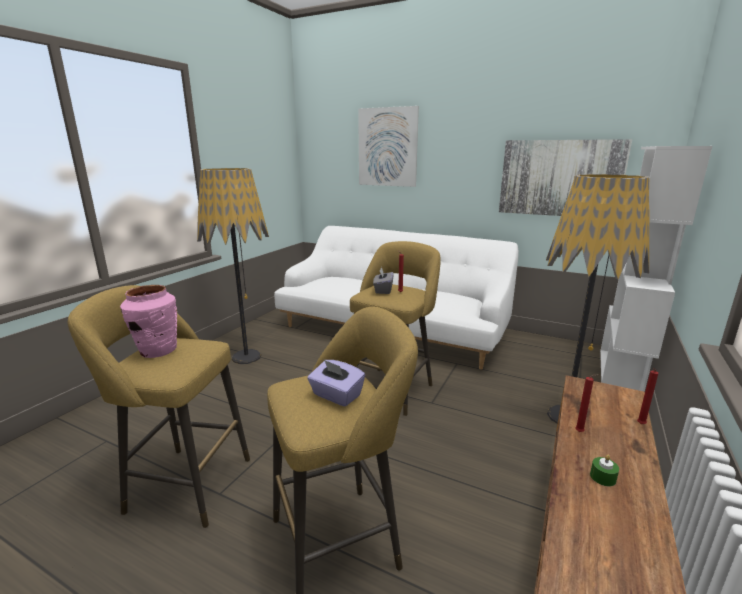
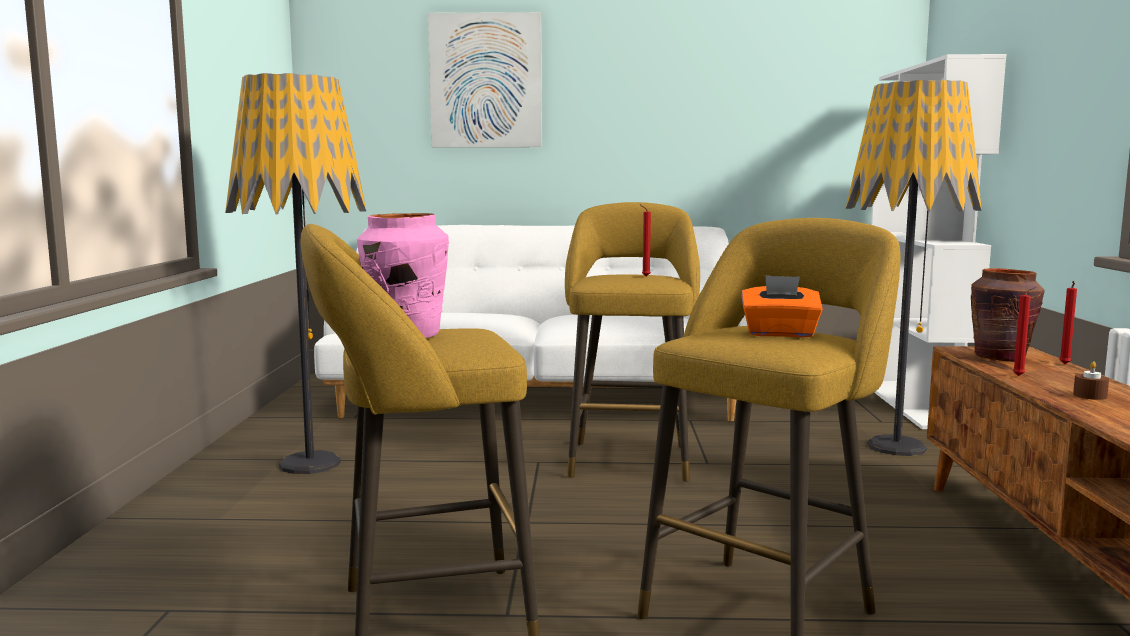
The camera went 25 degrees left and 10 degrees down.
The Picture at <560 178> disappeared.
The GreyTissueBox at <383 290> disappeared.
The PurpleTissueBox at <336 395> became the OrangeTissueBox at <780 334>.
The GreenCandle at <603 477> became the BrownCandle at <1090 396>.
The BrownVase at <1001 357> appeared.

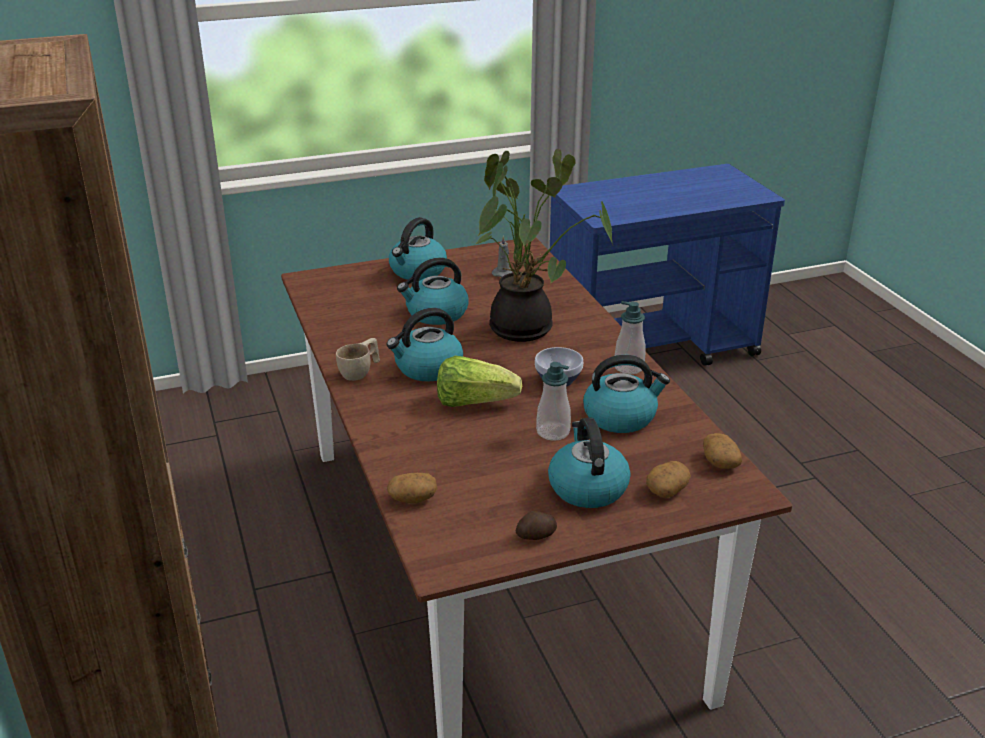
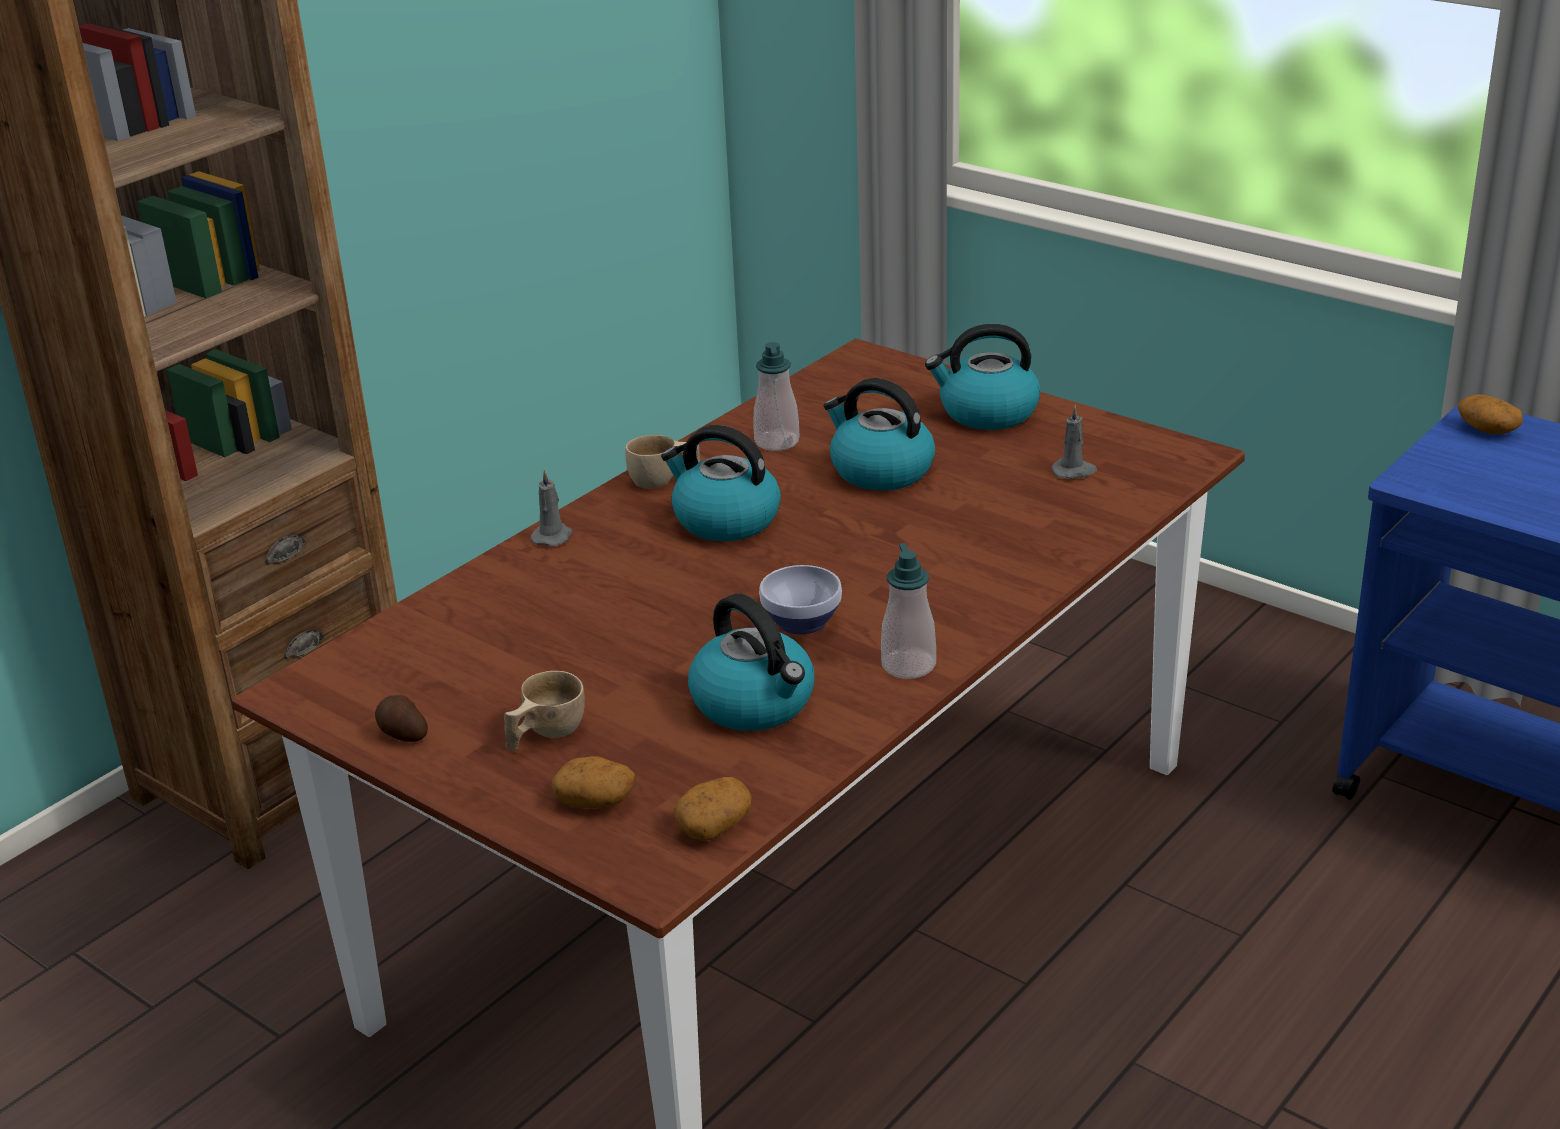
The camera went 60 degrees right and 0 degrees up.
The PottedPlant at <527 328> disappeared.
The Lettuce at <474 402> disappeared.
The SoapDispenser moved from <553 432> to <777 442>.
The Kettle at <587 487> was replaced by the BeigeCup at <544 734>.
The Potato moved from <412 498> to <1486 429>.
The GreyCandle at <553 536> appeared.

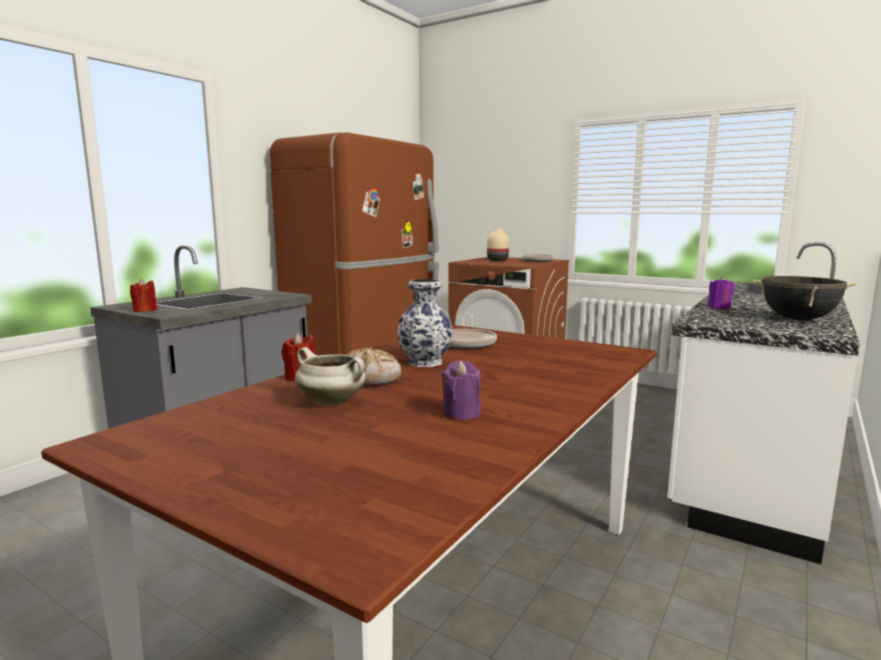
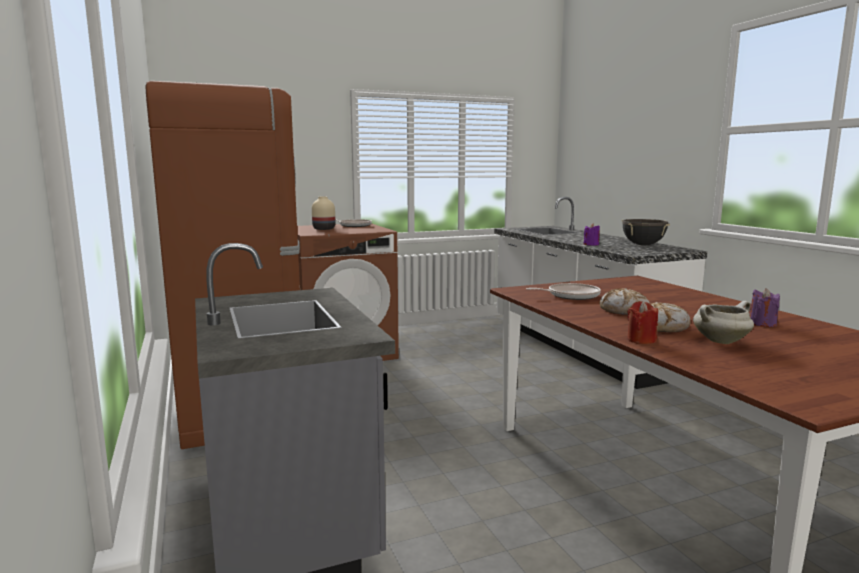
The camera went 55 degrees left and 0 degrees up.
The RedCandle at <145 310> disappeared.
The Vase at <425 362> was replaced by the Bread at <624 311>.

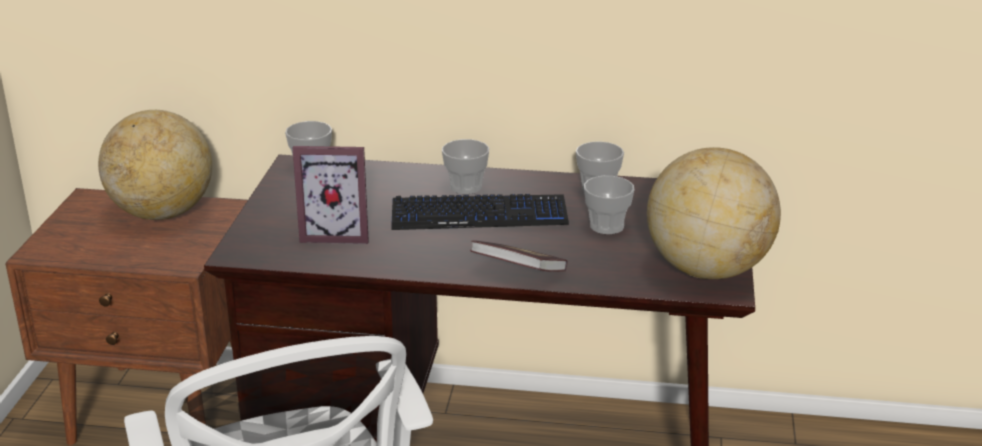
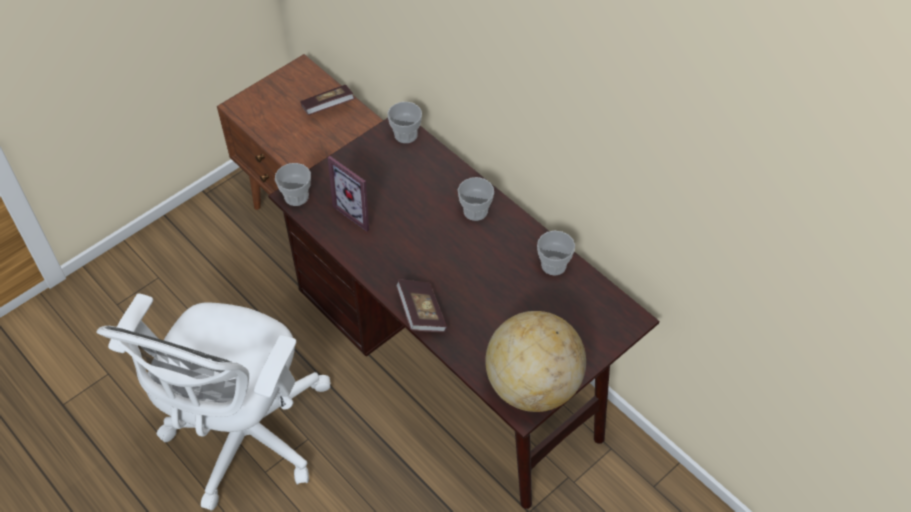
The camera went 40 degrees right and 25 degrees up.
The Globe at <163 213> was replaced by the Book at <328 107>.
The Cup moved from <607 226> to <296 196>.
The Keyboard at <479 215> disappeared.

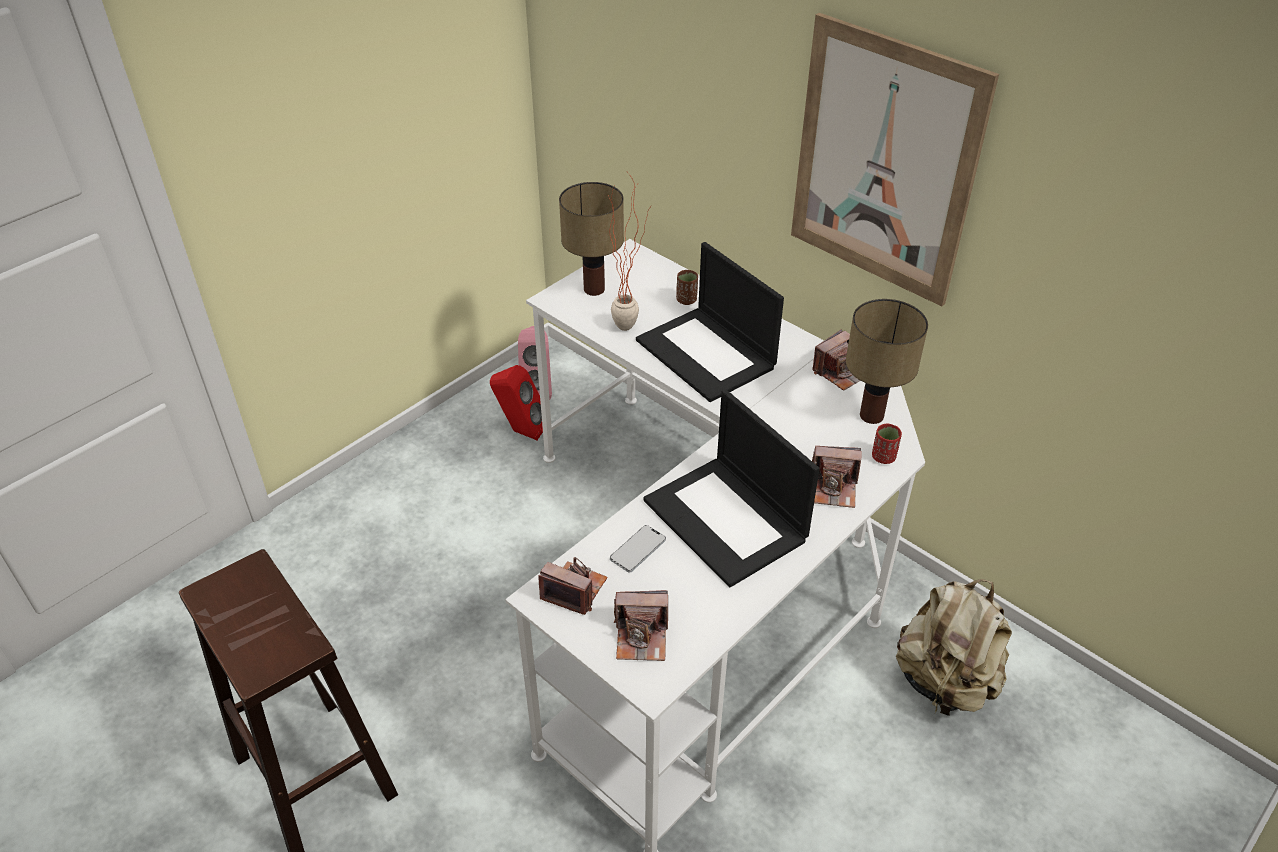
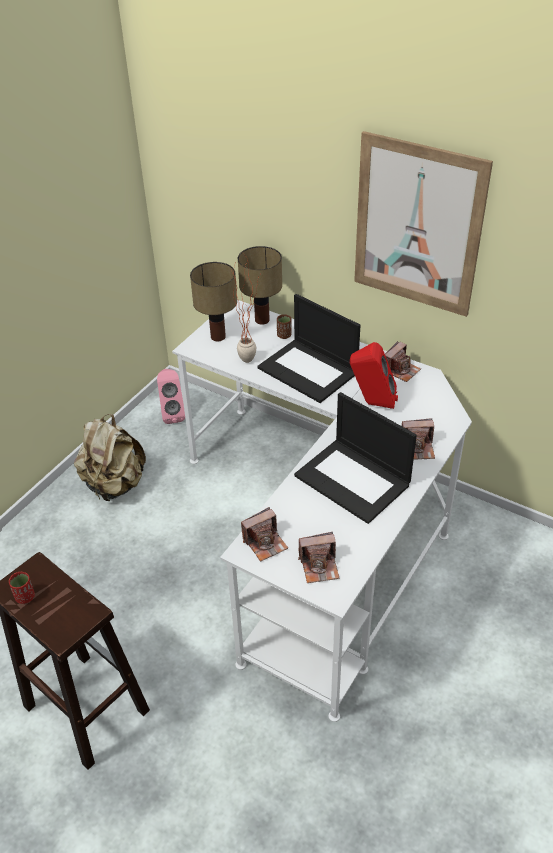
The camera went 10 degrees left and 0 degrees up.
The TableLamp moved from <871 415> to <262 319>.
The RedSpeaker moved from <521 431> to <372 403>.
The RedCup moved from <883 457> to <25 597>.
The Phone at <638 549> disappeared.
The PhotoCamera at <574 590> turned 135 degrees clockwise.
The BeigeBackpack moved from <944 681> to <114 485>.

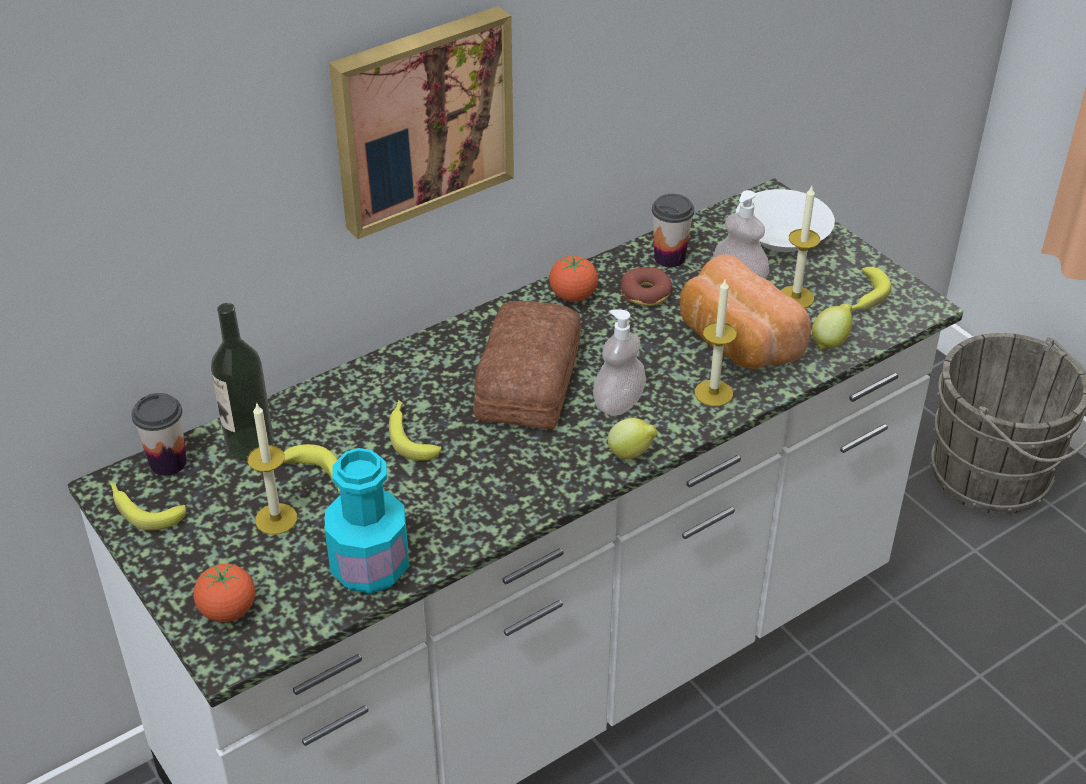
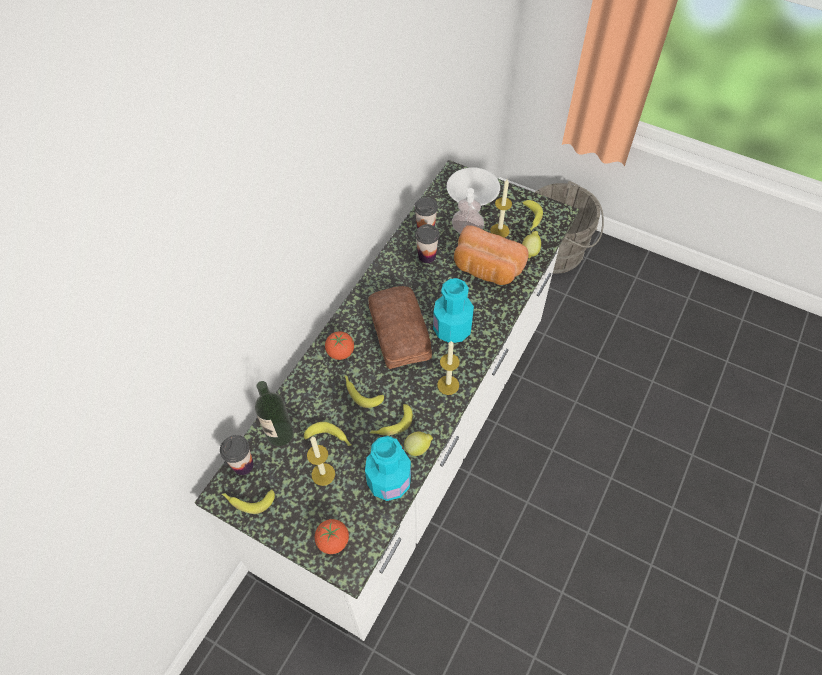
The camera went 25 degrees left and 15 degrees up.
The Picture at <420 118> disappeared.
The Tomato moved from <573 296> to <340 352>.
The Donut at <646 293> was replaced by the Cup at <427 256>.
The Candle moved from <713 393> to <448 385>.
The SoapDispenser at <618 403> was replaced by the TurquoiseBottle at <452 329>.
The Lemon moved from <631 454> to <418 448>.
The Banana at <391 425> appeared.

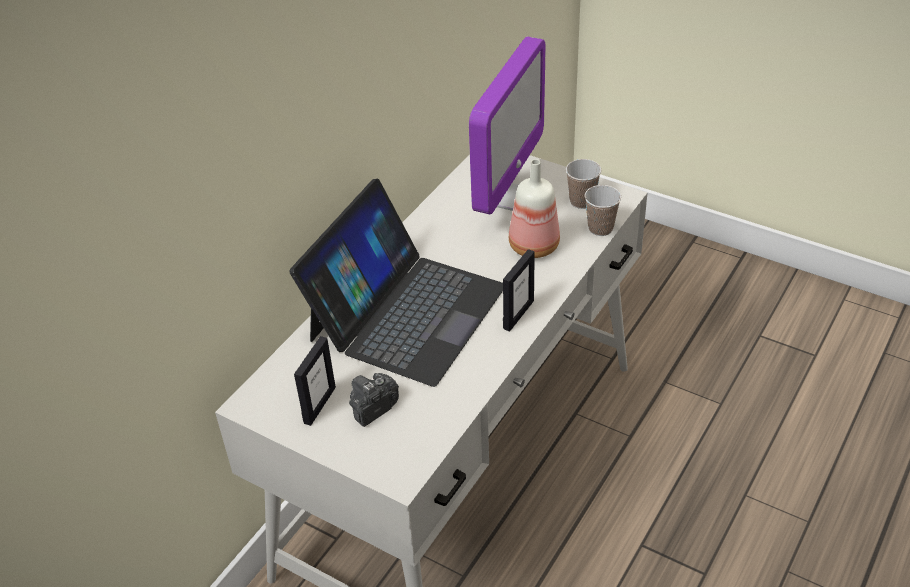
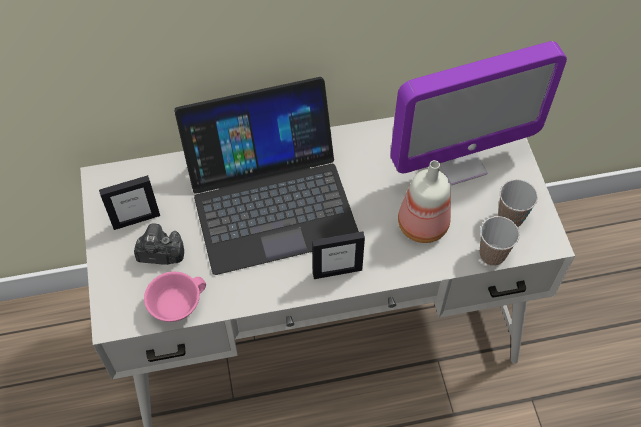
The camera went 45 degrees right and 15 degrees up.
The PinkCup at <175 303> appeared.

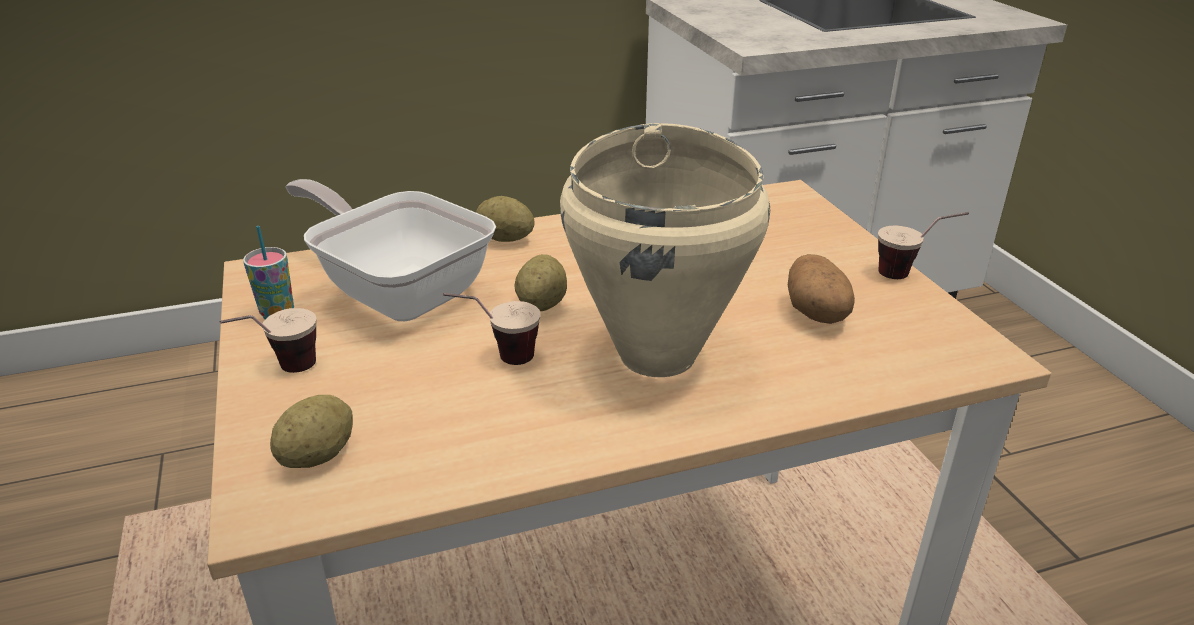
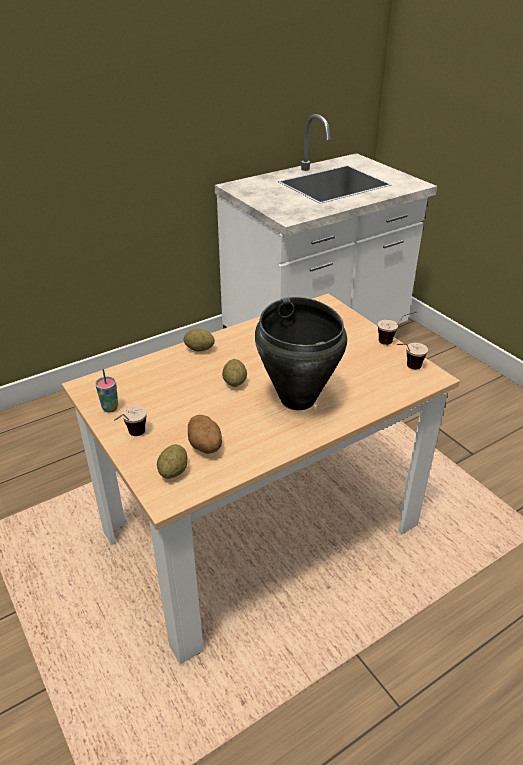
The camera went 15 degrees left and 5 degrees up.
The BeigeCookingPot at <659 354> became the BlackCookingPot at <298 399>.
The FryingPan at <397 290> disappeared.
The Potato moved from <817 314> to <205 446>.
The Cup moved from <496 359> to <407 368>.

